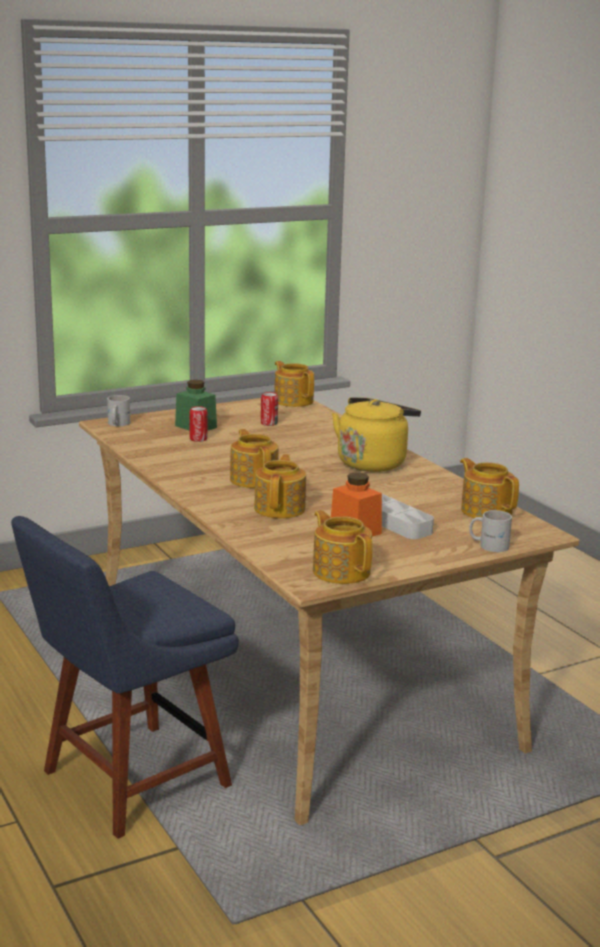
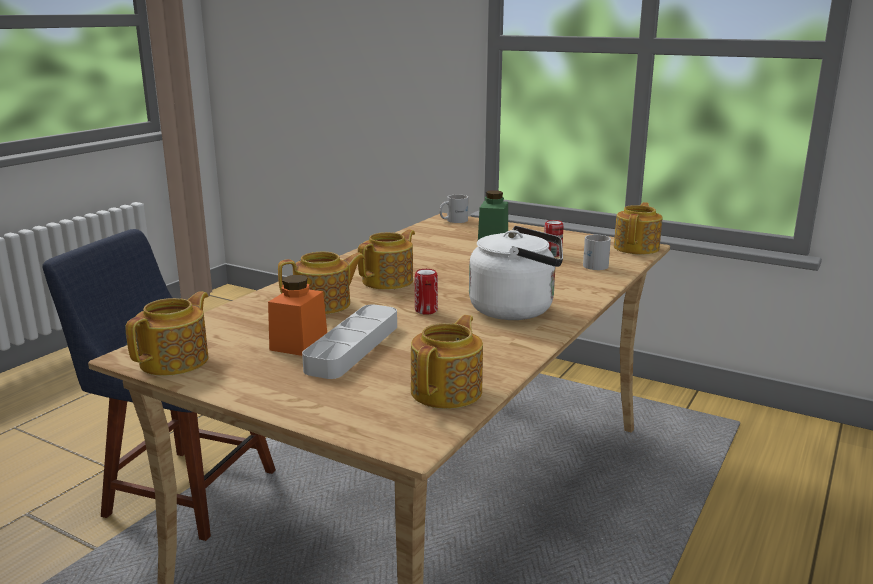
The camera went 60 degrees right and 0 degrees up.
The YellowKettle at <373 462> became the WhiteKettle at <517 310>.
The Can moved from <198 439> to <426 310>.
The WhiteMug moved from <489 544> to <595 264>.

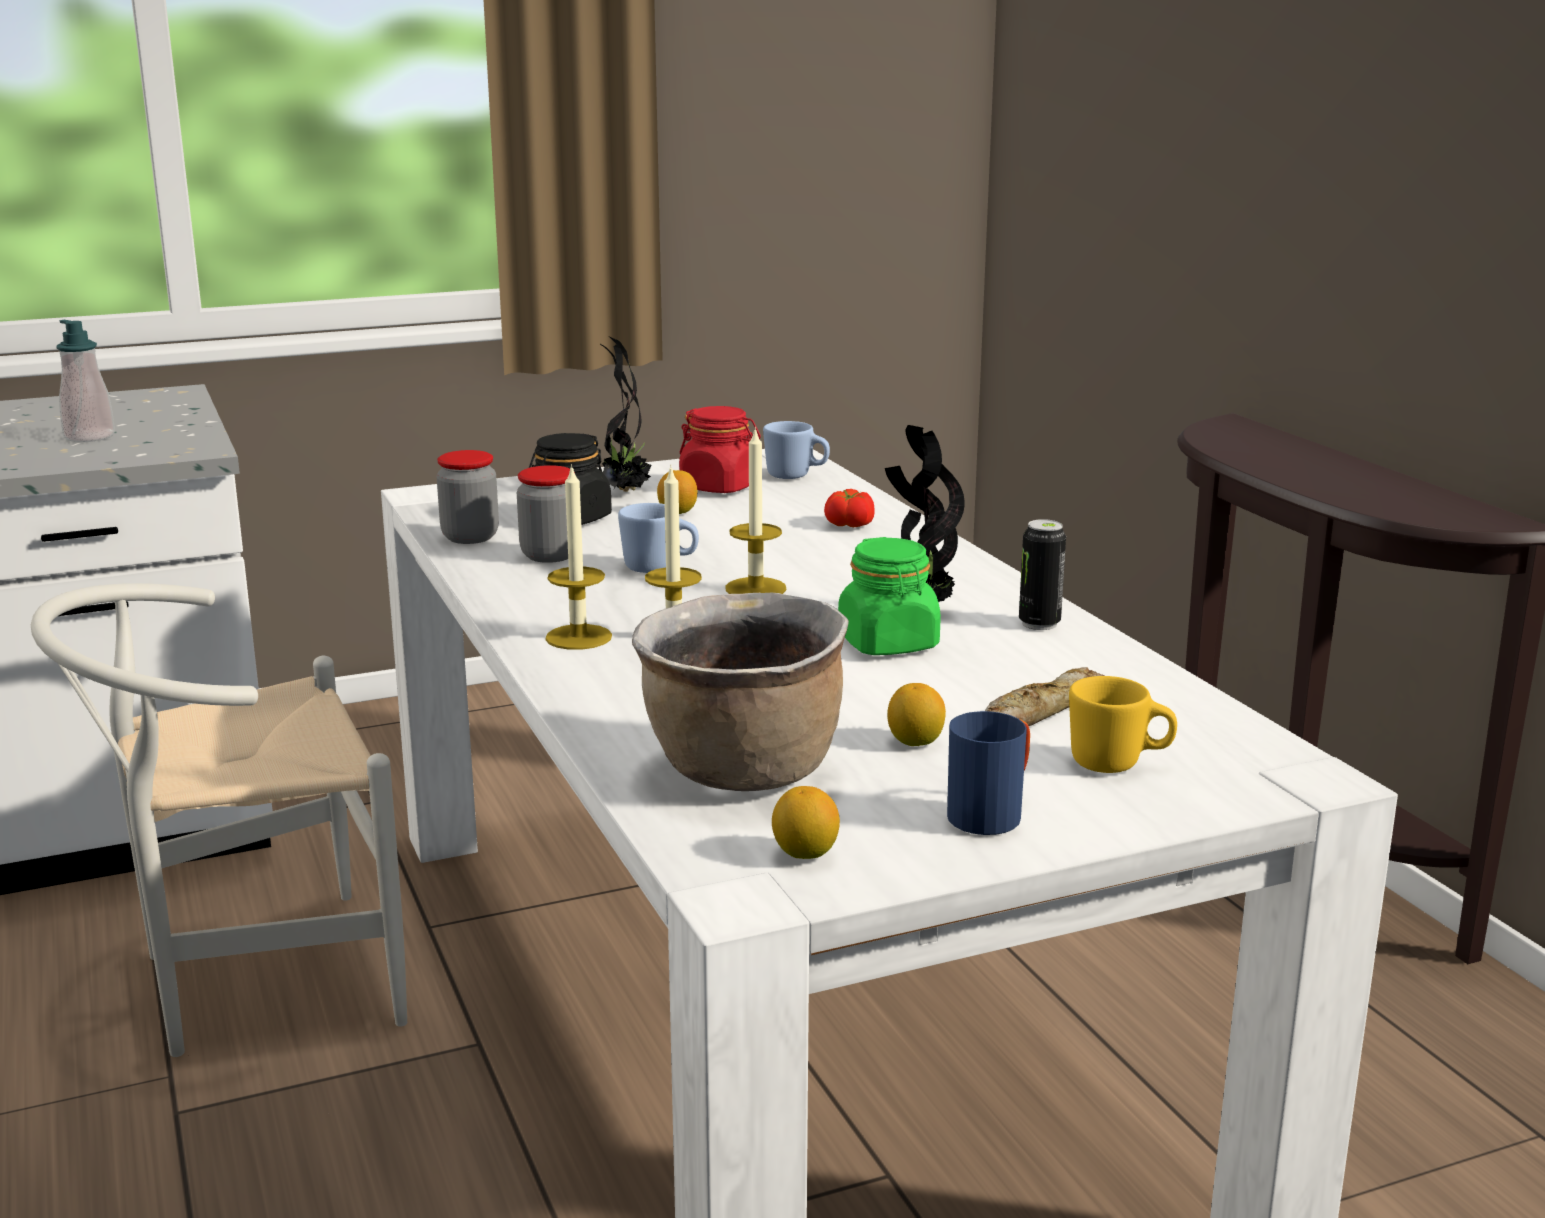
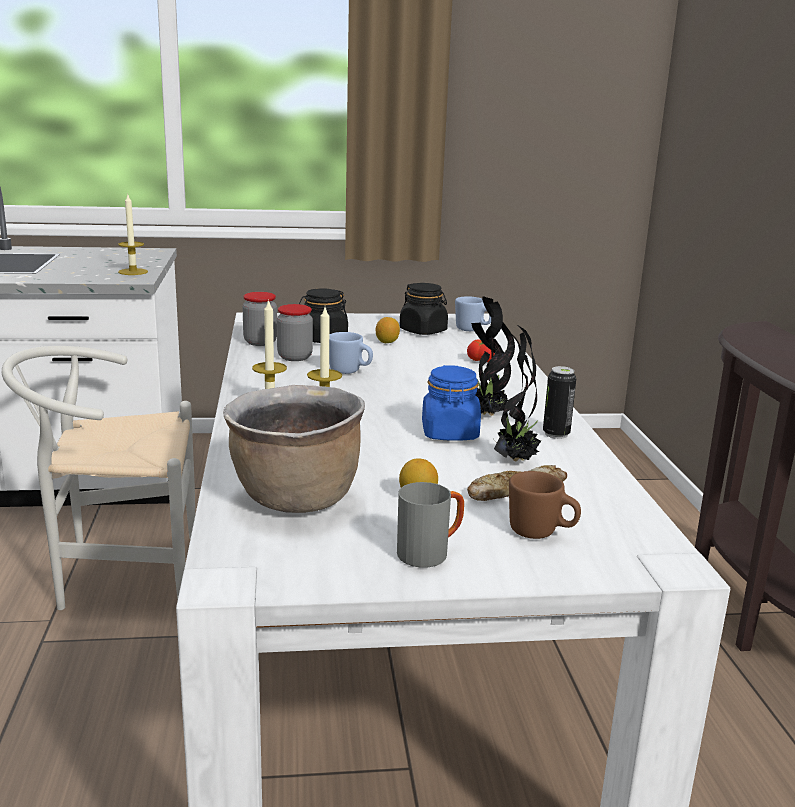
The camera went 15 degrees right and 0 degrees up.
The SoapDispenser at <89 437> disappeared.
The PottedPlant moved from <625 492> to <514 460>.
The RedJar at <720 487> became the BlackJar at <423 331>.
The Candle moved from <755 588> to <133 272>.
The GreenJar at <888 644> became the BlueJar at <450 433>.
The YellowMug at <1118 764> became the BrownMug at <541 533>.
The BlueMug at <992 814> became the GreyMug at <430 553>.
The Lemon at <805 853> disappeared.

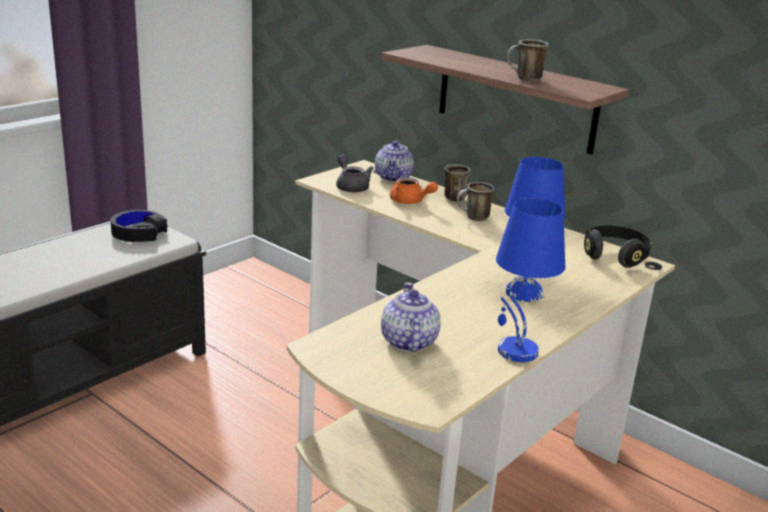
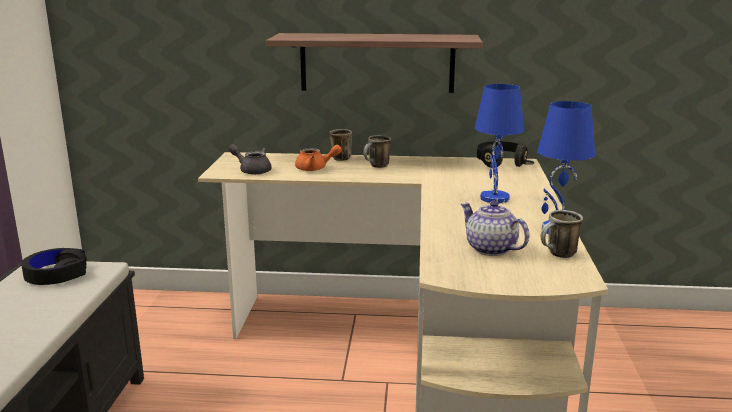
The camera went 35 degrees left and 5 degrees down.
The Mug moved from <524 79> to <558 255>.
The Teapot at <394 178> disappeared.

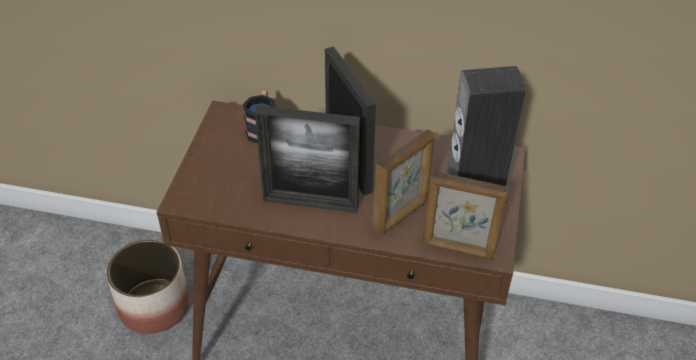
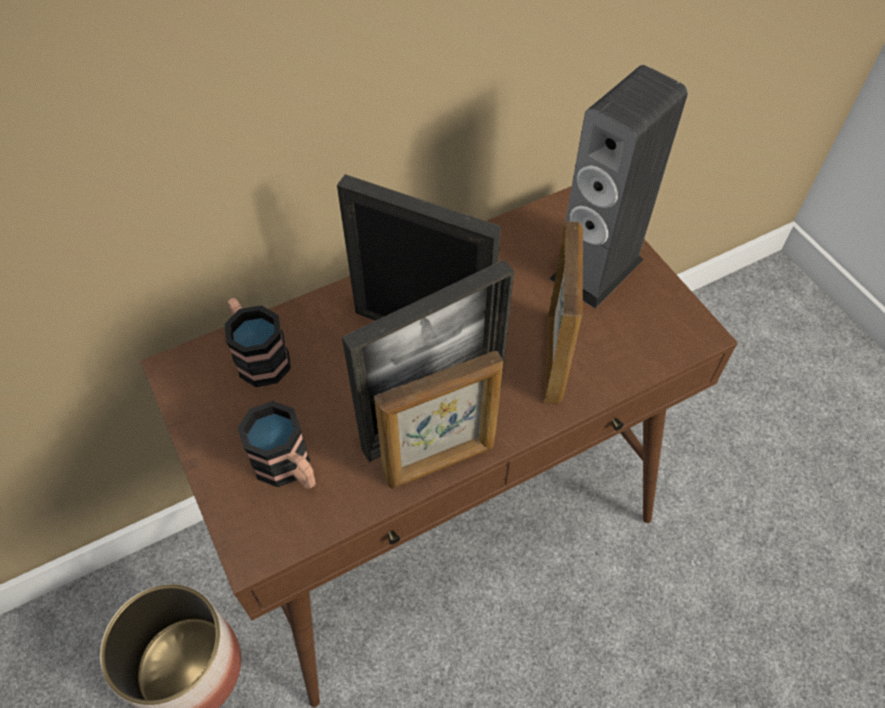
The camera went 40 degrees left and 10 degrees up.
The PictureFrame moved from <457 249> to <440 462>.
The Mug at <289 468> appeared.

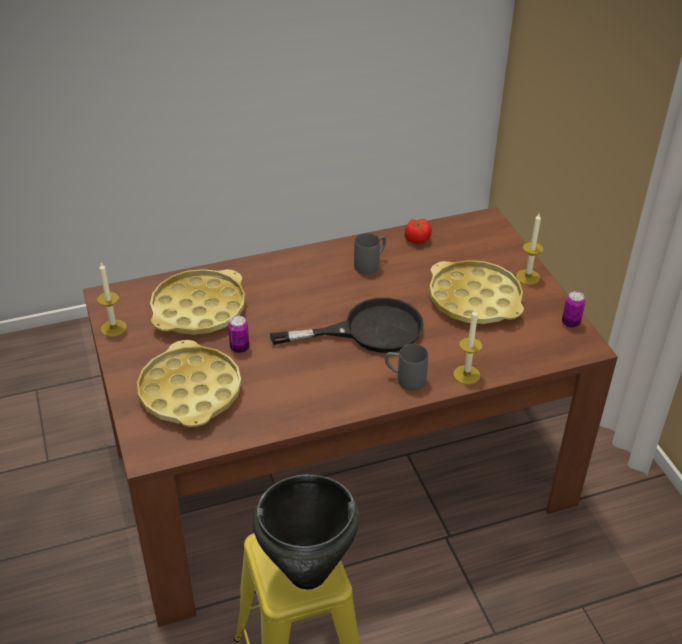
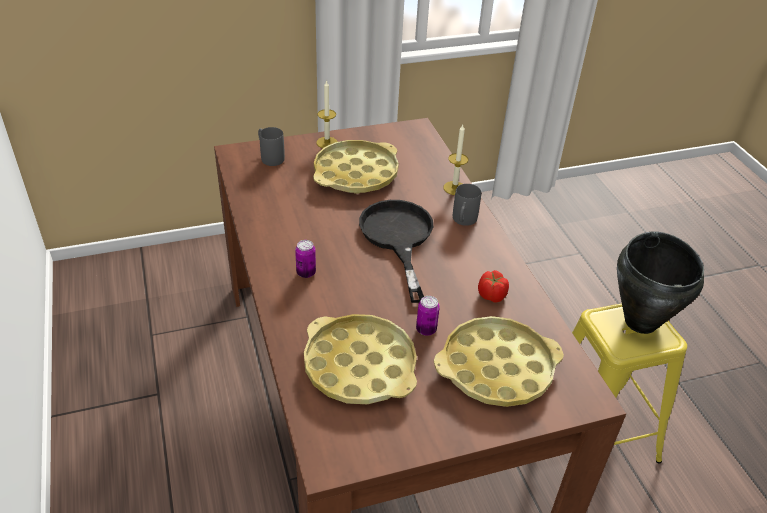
The camera went 90 degrees left and 0 degrees up.
The Tomato moved from <417 239> to <491 295>.
The GreyMug moved from <371 264> to <269 157>.
The Candle at <113 328> disappeared.
The Can moved from <570 323> to <306 273>.

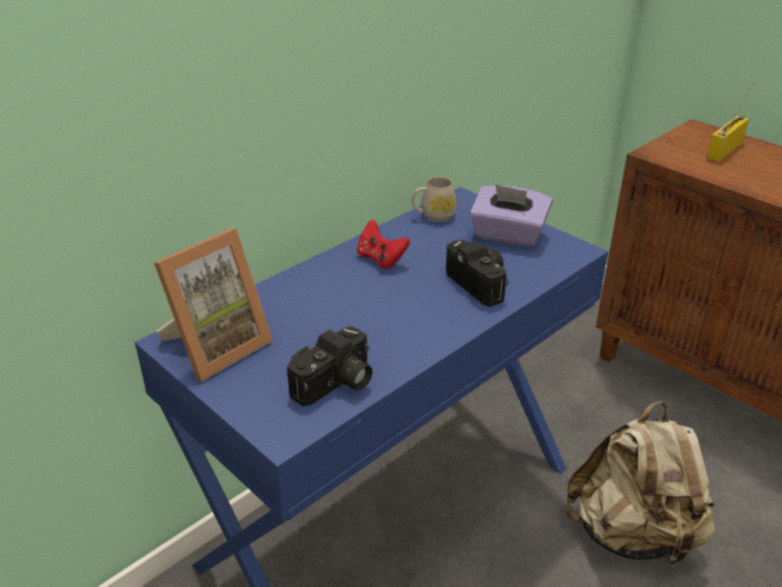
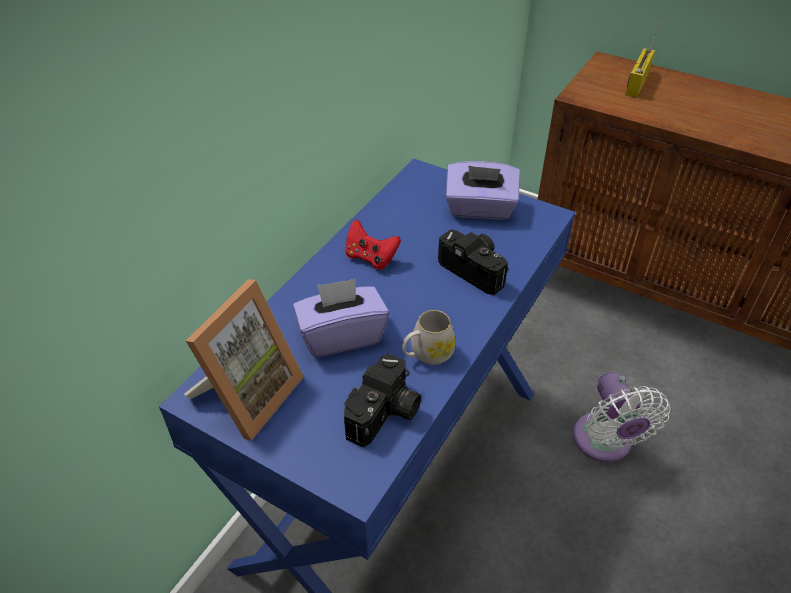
The camera went 15 degrees left and 10 degrees up.
The WhiteMug moved from <433 215> to <427 354>.
The BeigeBackpack at <632 534> was replaced by the WhiteFan at <604 444>.
The PurpleTissueBox at <341 335> appeared.

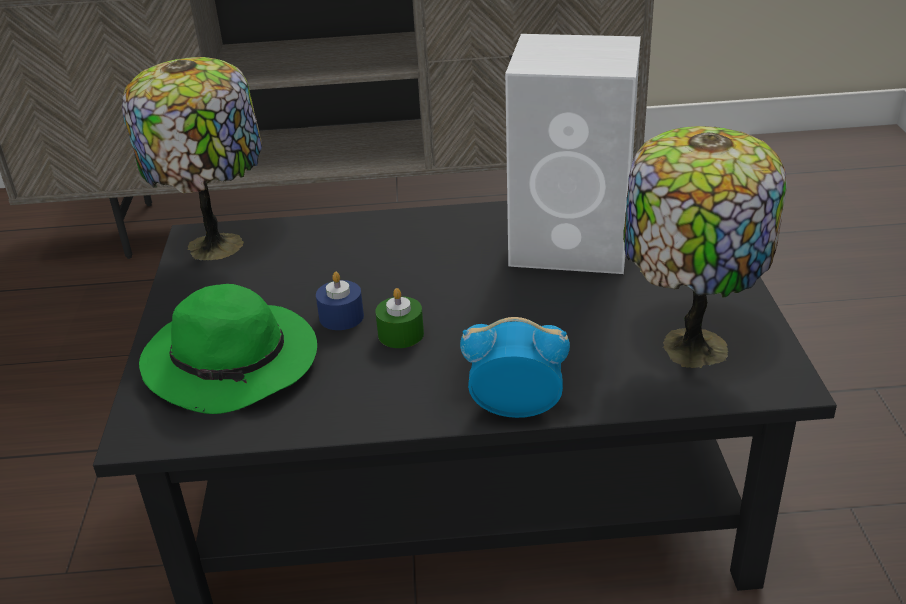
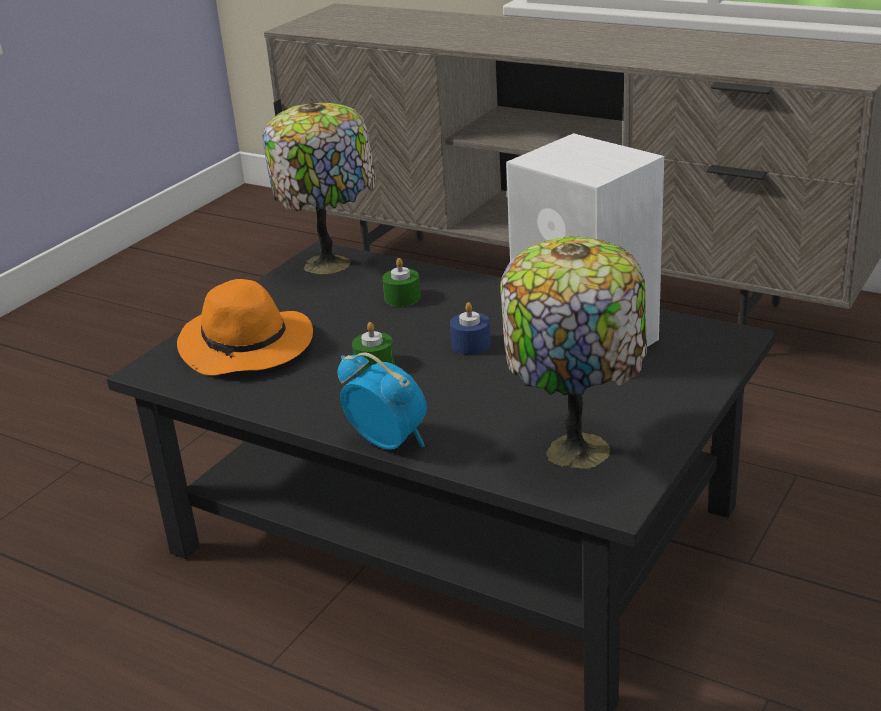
The camera went 35 degrees right and 5 degrees down.
The BlueCandle moved from <341 317> to <471 344>.
The GreenHat at <234 364> became the OrangeHat at <248 347>.
The GreenCandle at <402 297> appeared.

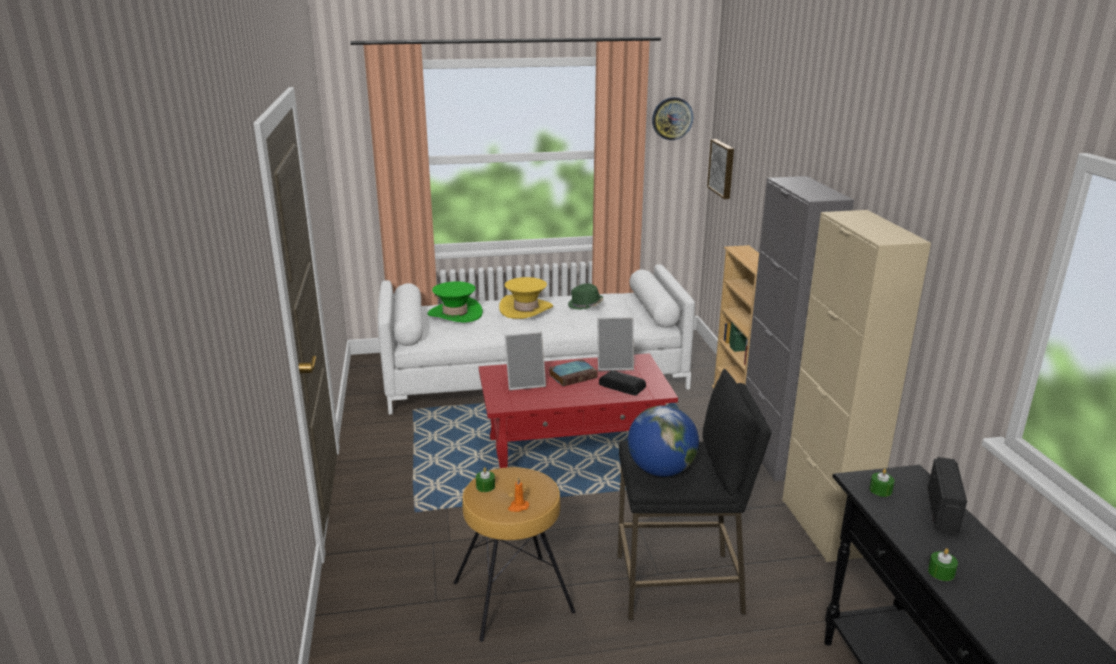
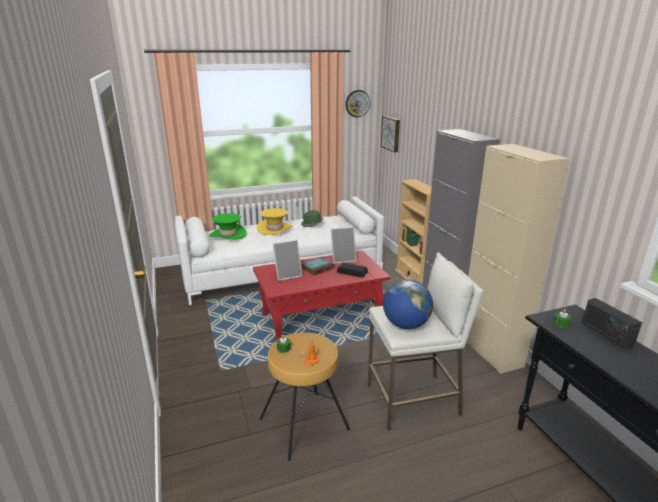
The camera went 10 degrees left and 0 degrees up.
The BlackStool at <679 585> became the WhiteStool at <413 400>.
The Radio at <943 511> turned 150 degrees clockwise.
The GreenCandle at <941 572> disappeared.

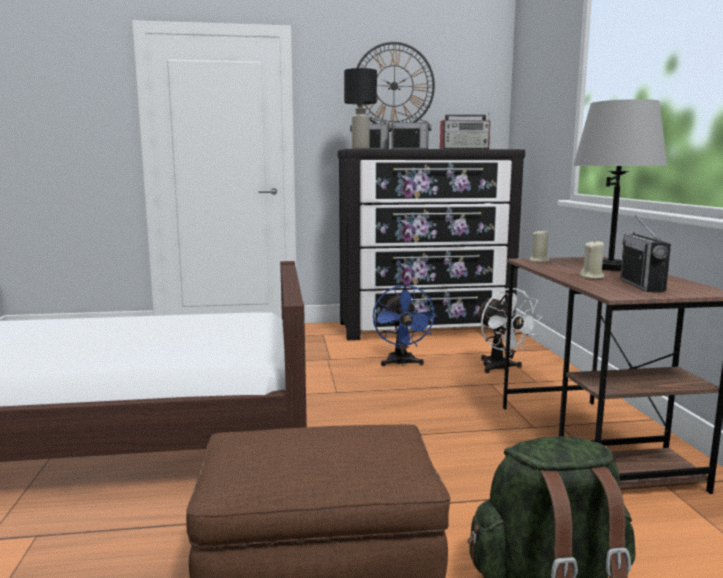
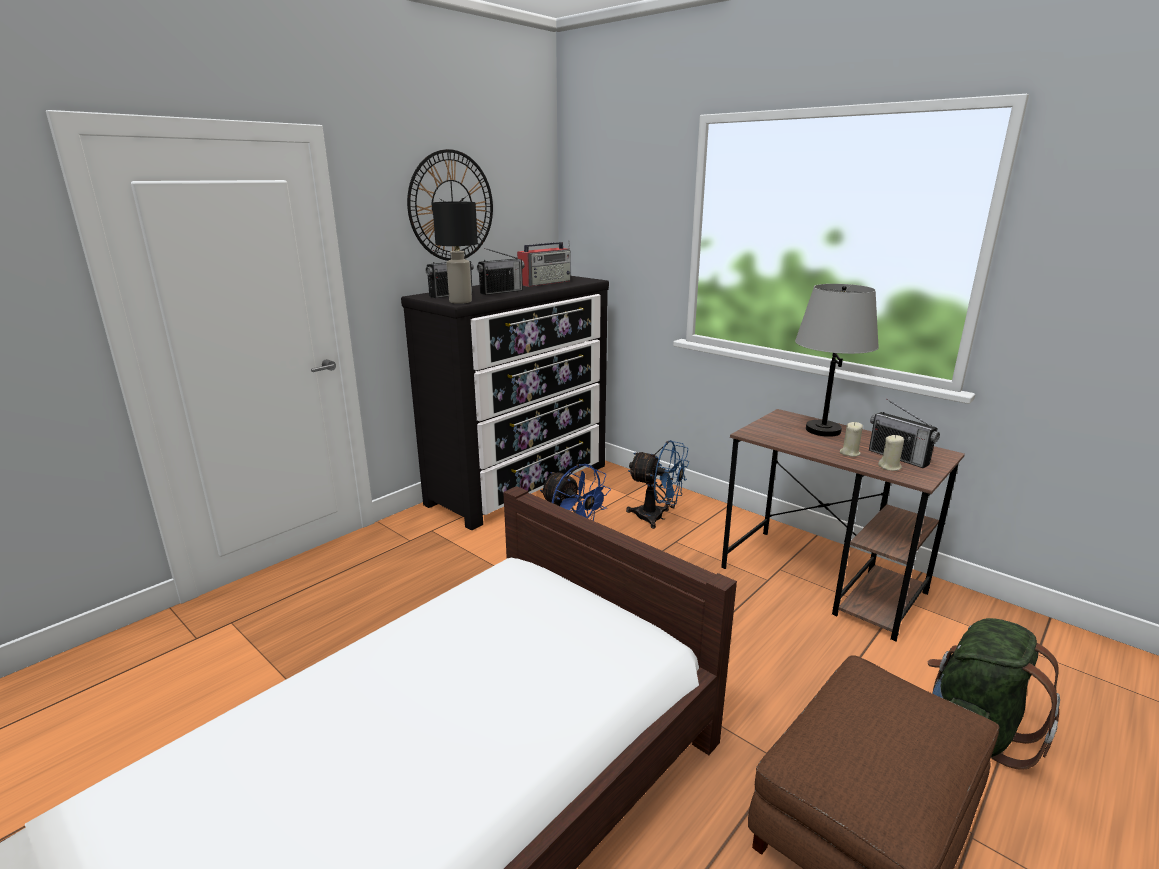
The camera went 40 degrees left and 10 degrees up.
The BeigeCandle moved from <539 261> to <889 467>.
The WhiteFan at <501 368> became the BlueFan at <657 518>.

